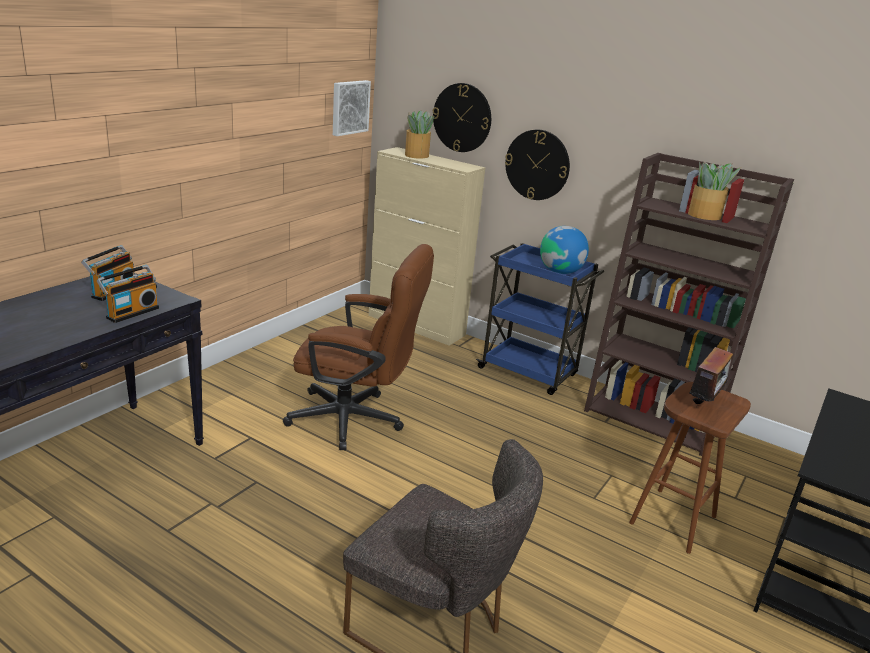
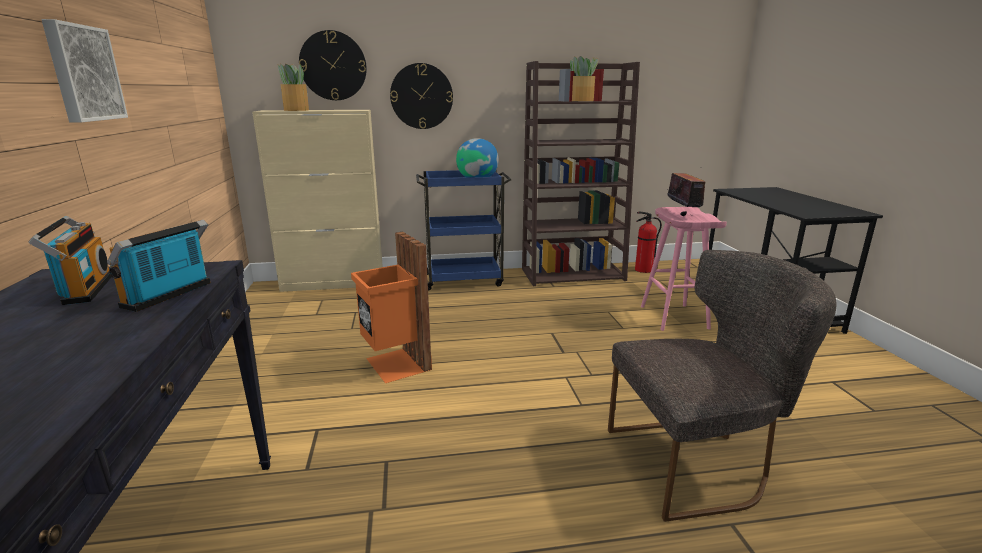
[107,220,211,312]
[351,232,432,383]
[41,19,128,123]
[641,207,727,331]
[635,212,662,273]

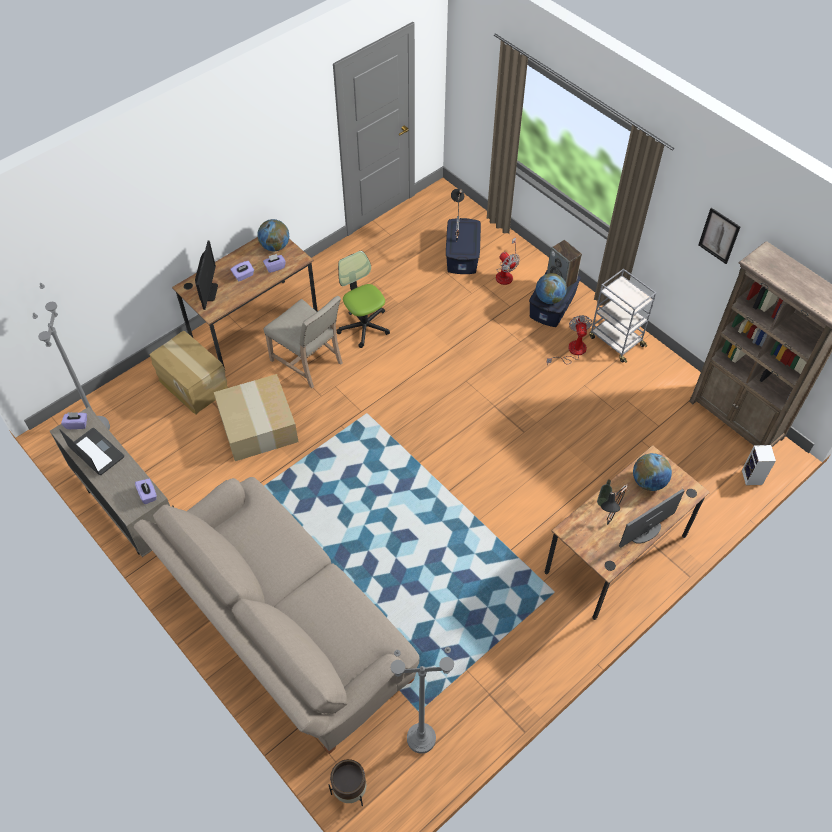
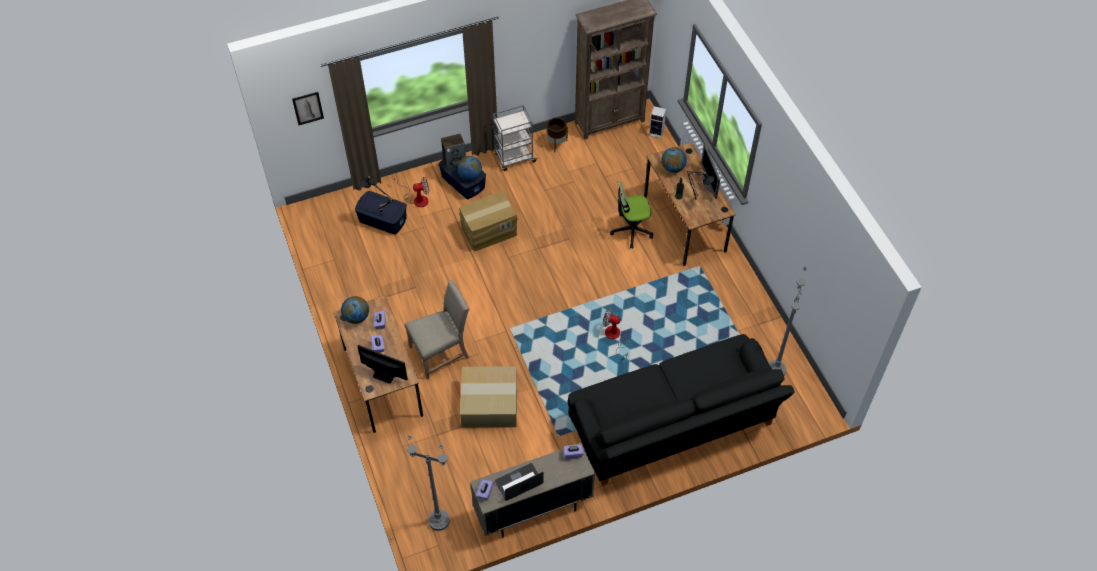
[568,334,795,486]
[459,191,517,252]
[547,117,568,145]
[610,181,653,248]
[603,308,628,360]
[292,92,324,125]

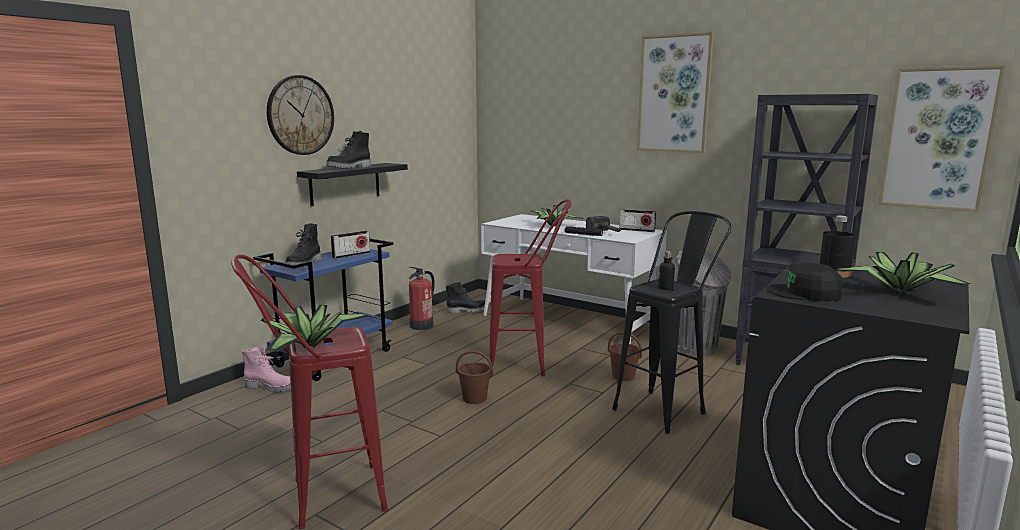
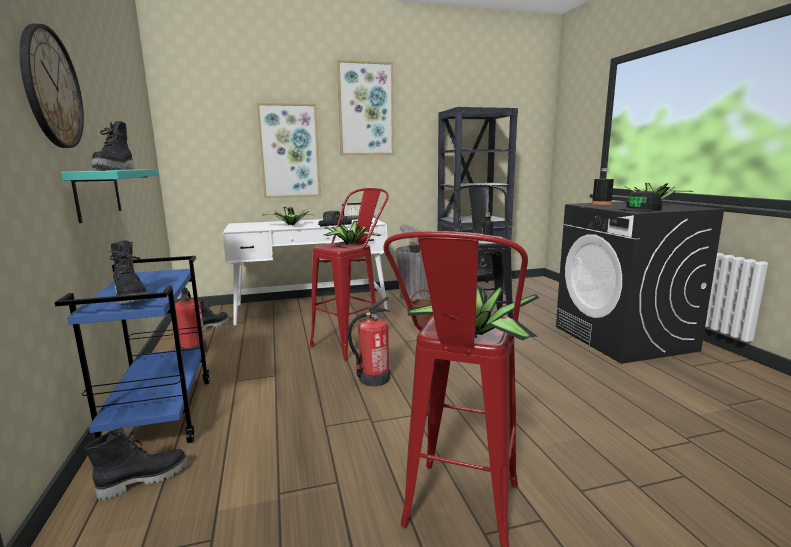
[85,427,189,501]
[61,169,159,223]
[331,231,370,259] (first image)
[348,296,390,387]
[257,103,321,198]
[324,221,381,244]

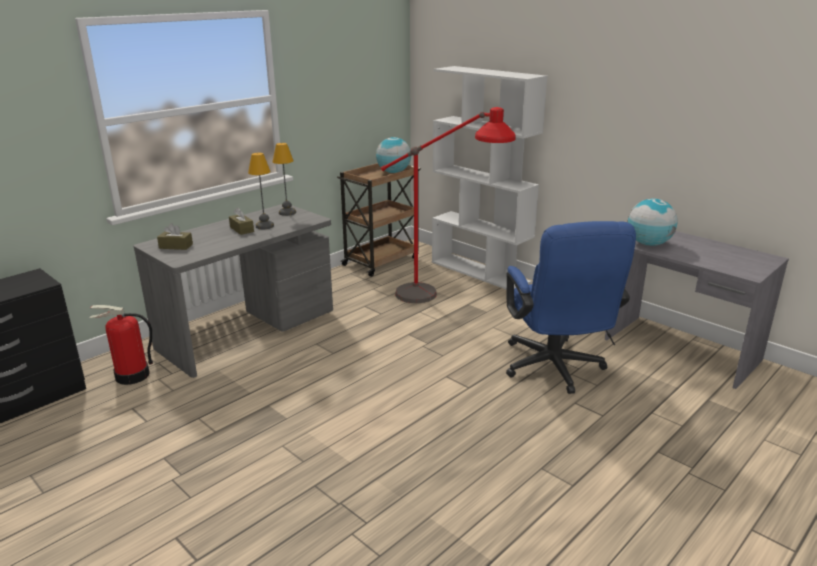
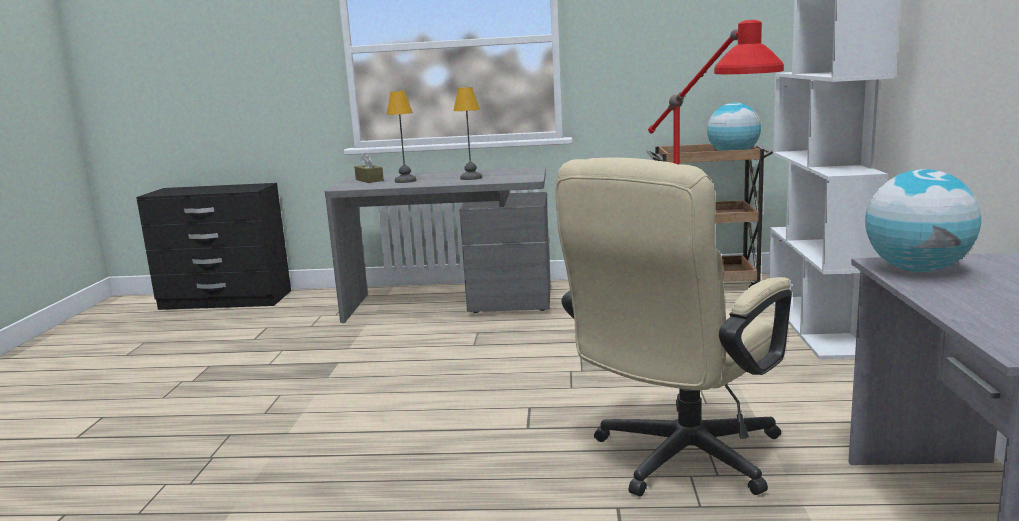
[89,305,153,385] (first image)
[229,208,254,235] (first image)
[386,91,417,183]
[555,157,792,496]

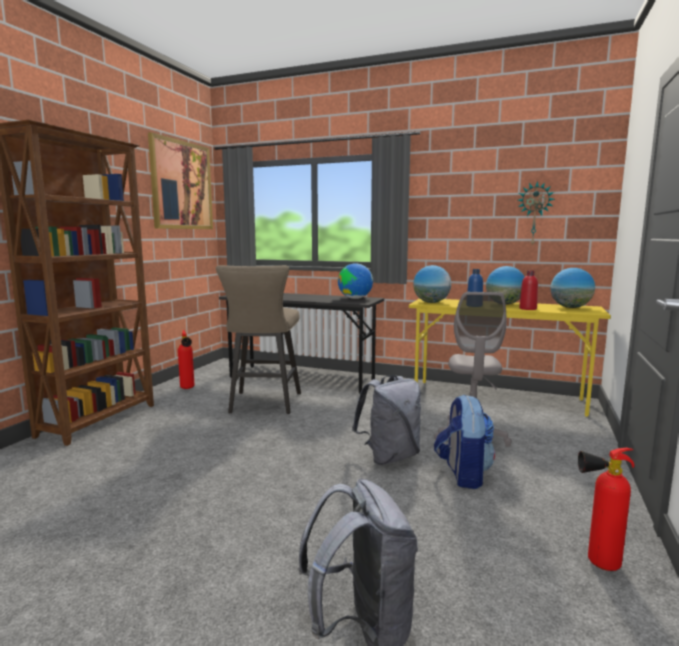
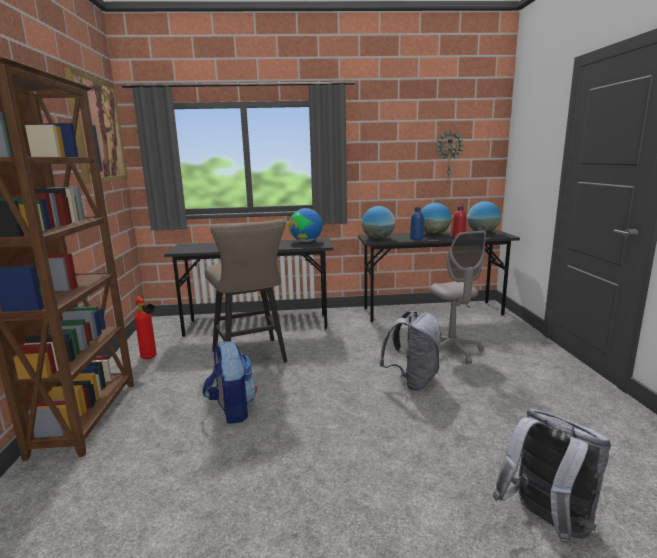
[358,230,520,322]
[202,341,257,424]
[578,448,634,571] (first image)

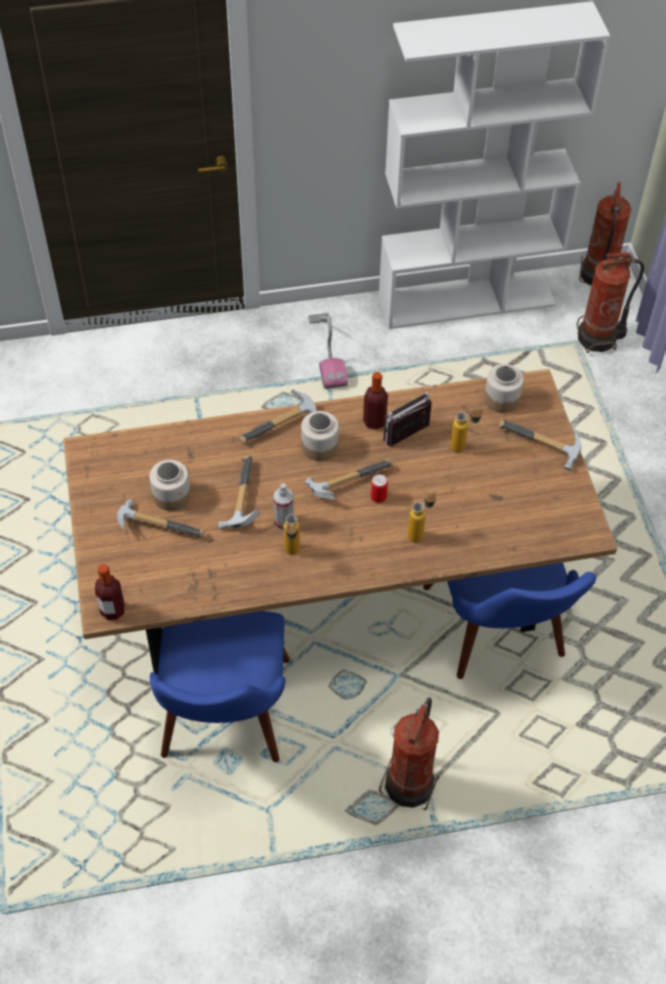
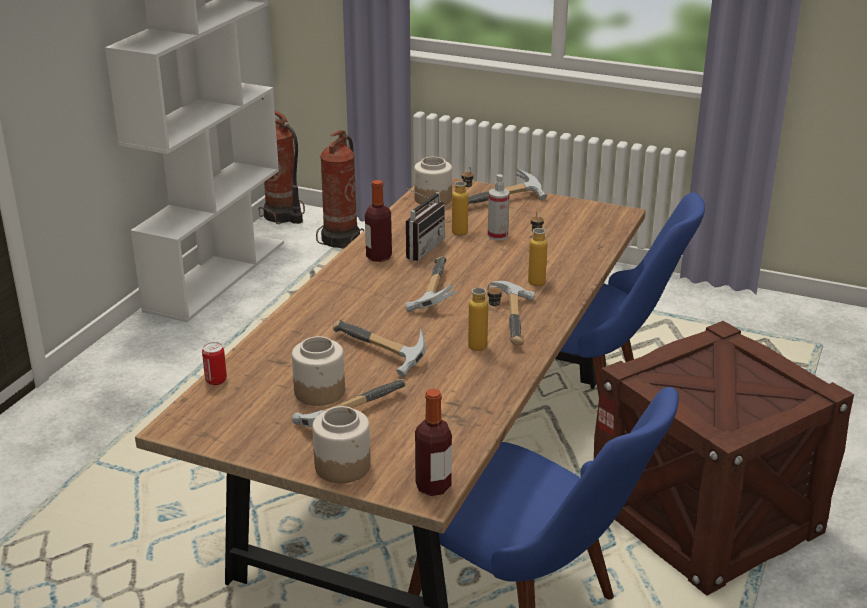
[488,281,535,345]
[488,174,510,240]
[312,406,371,483]
[308,313,348,389] (first image)
[202,342,227,385]
[594,321,854,596]
[402,186,445,261]

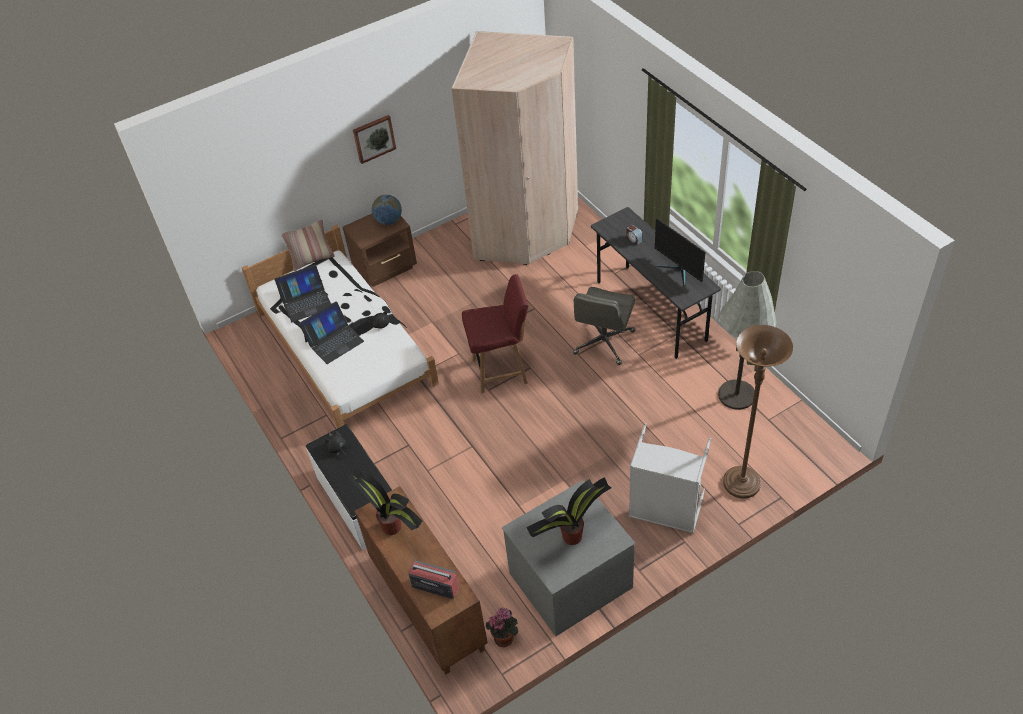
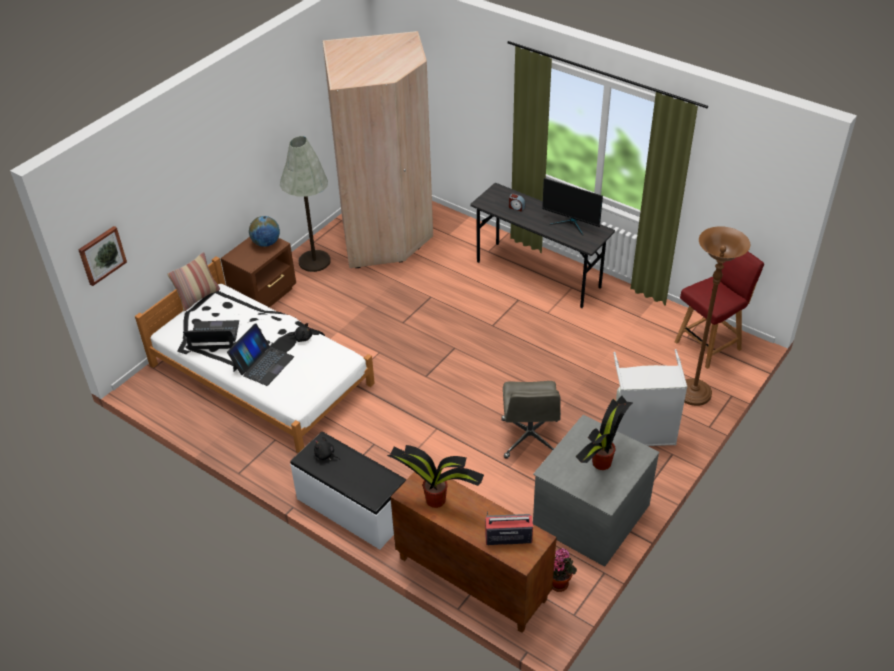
[183,320,239,350]
[78,226,127,286]
[675,252,764,369]
[501,381,561,459]
[280,136,331,272]

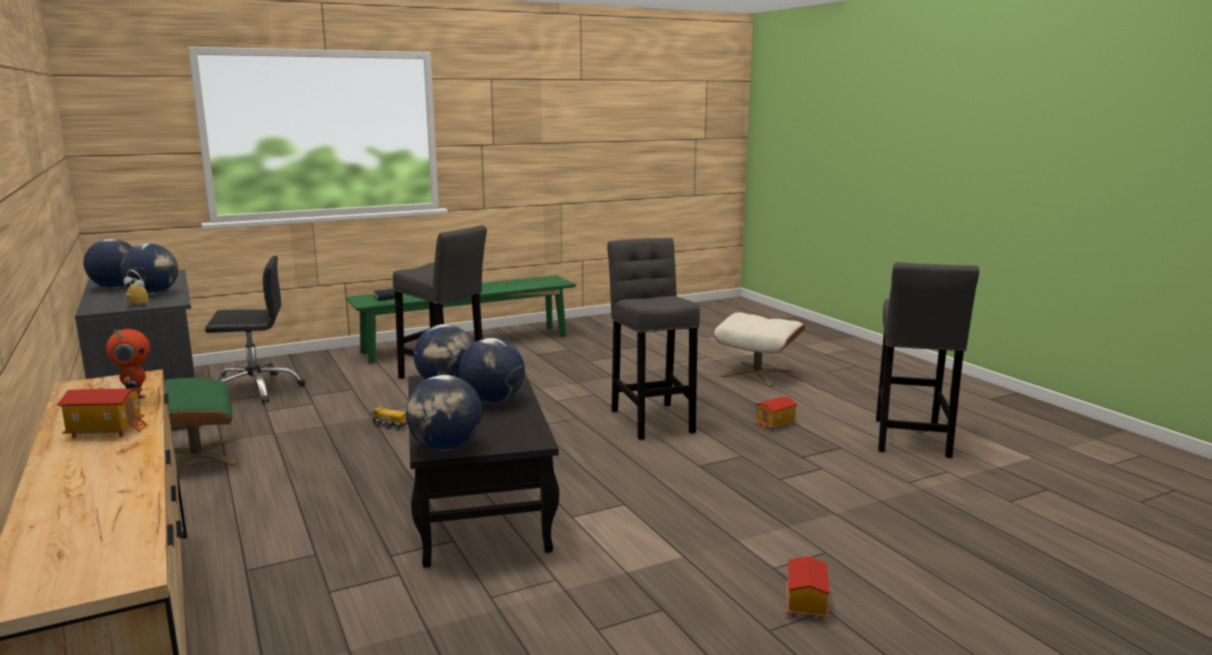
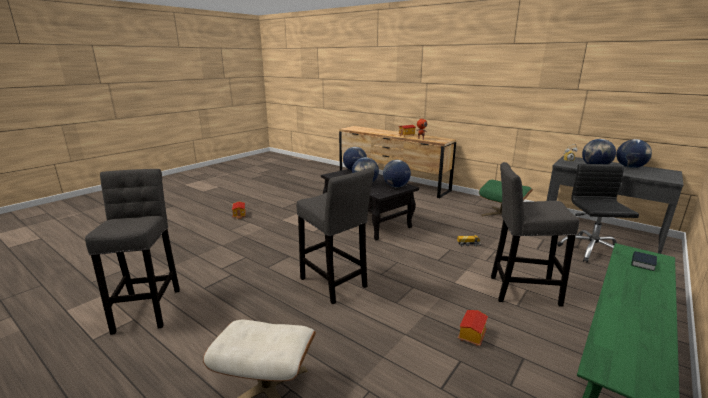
[557,164,639,263]
[458,310,488,346]

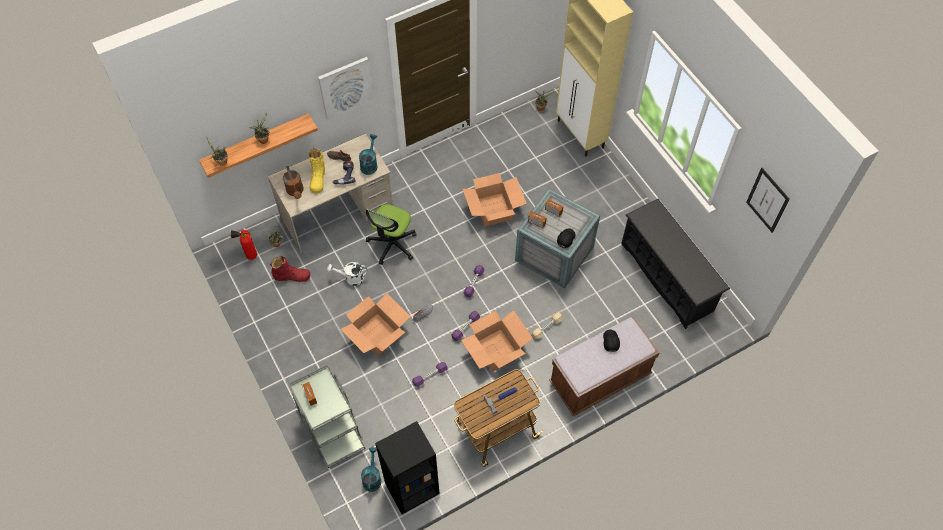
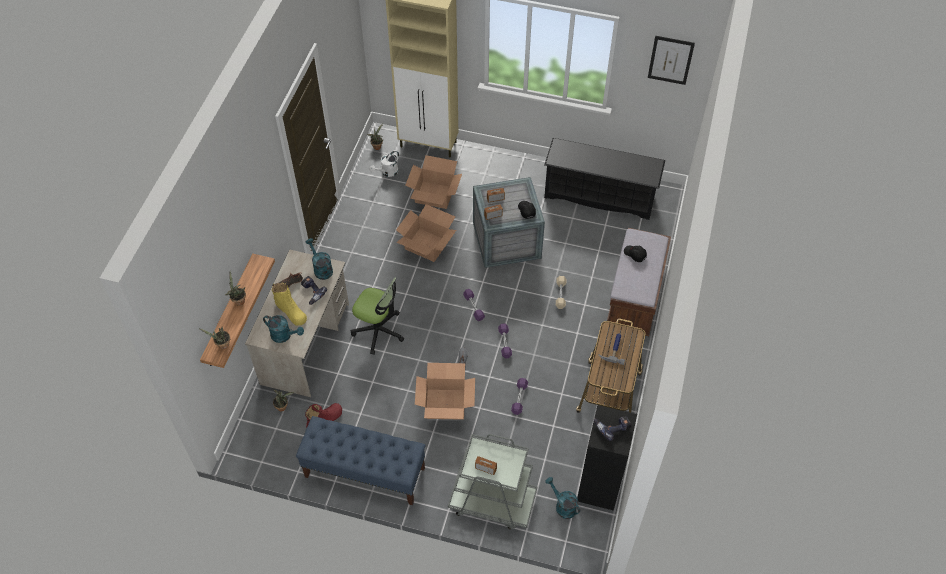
[231,230,257,260] (first image)
[263,315,304,343]
[318,57,374,120] (first image)
[370,150,399,177]
[351,278,404,355]
[406,155,462,209]
[296,416,425,505]
[594,416,632,441]

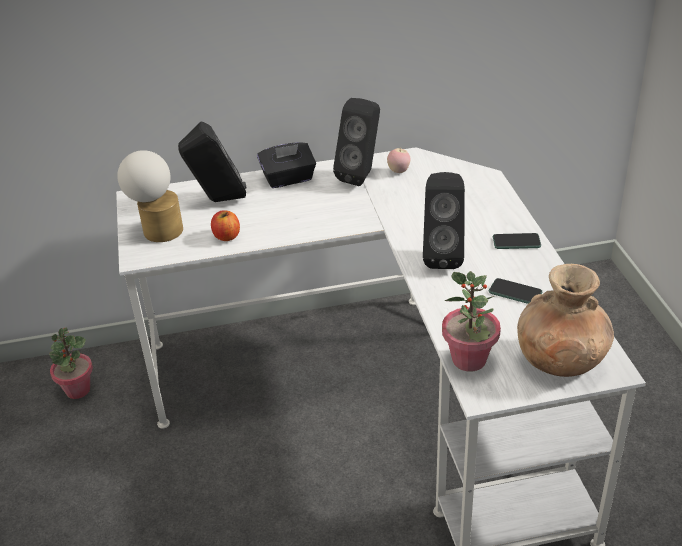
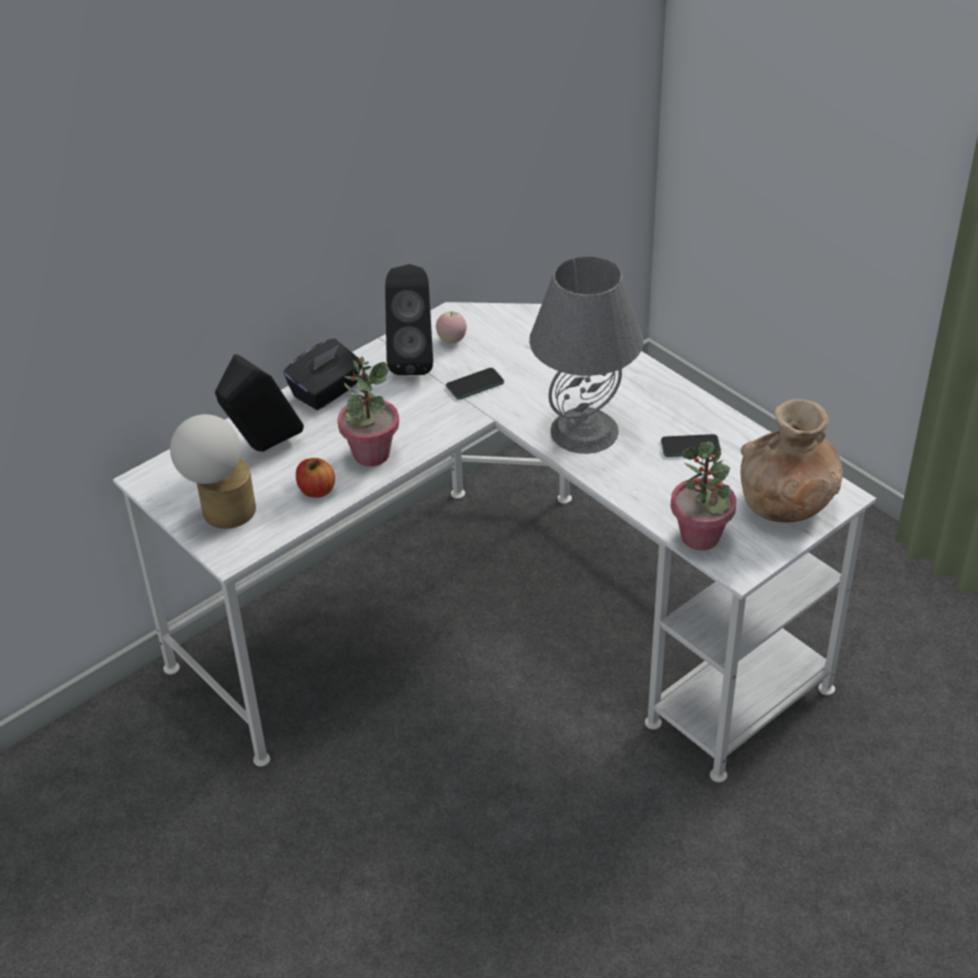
[337,356,399,466]
[529,256,643,454]
[446,368,504,400]

